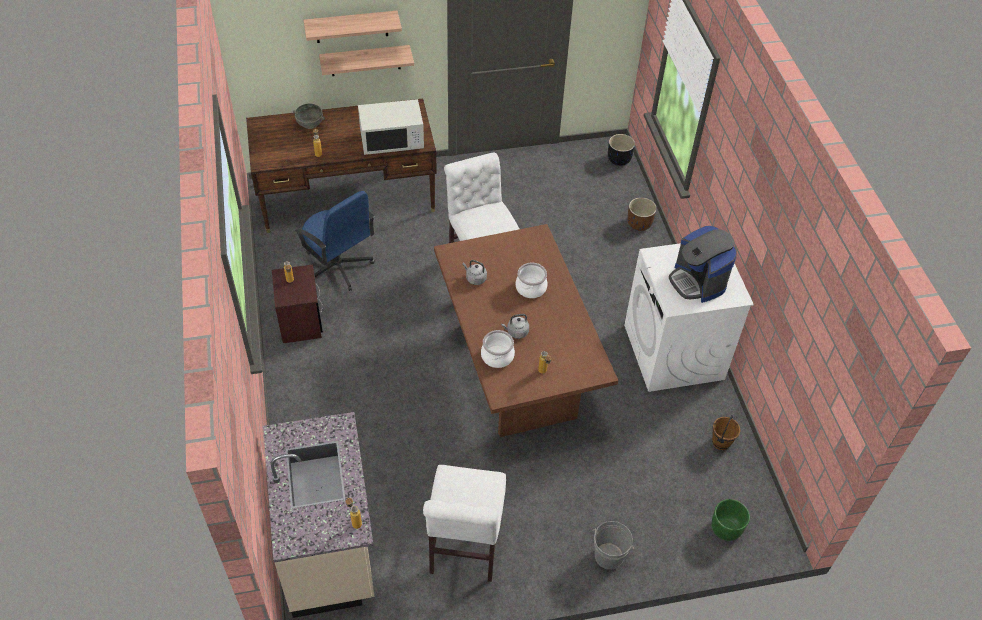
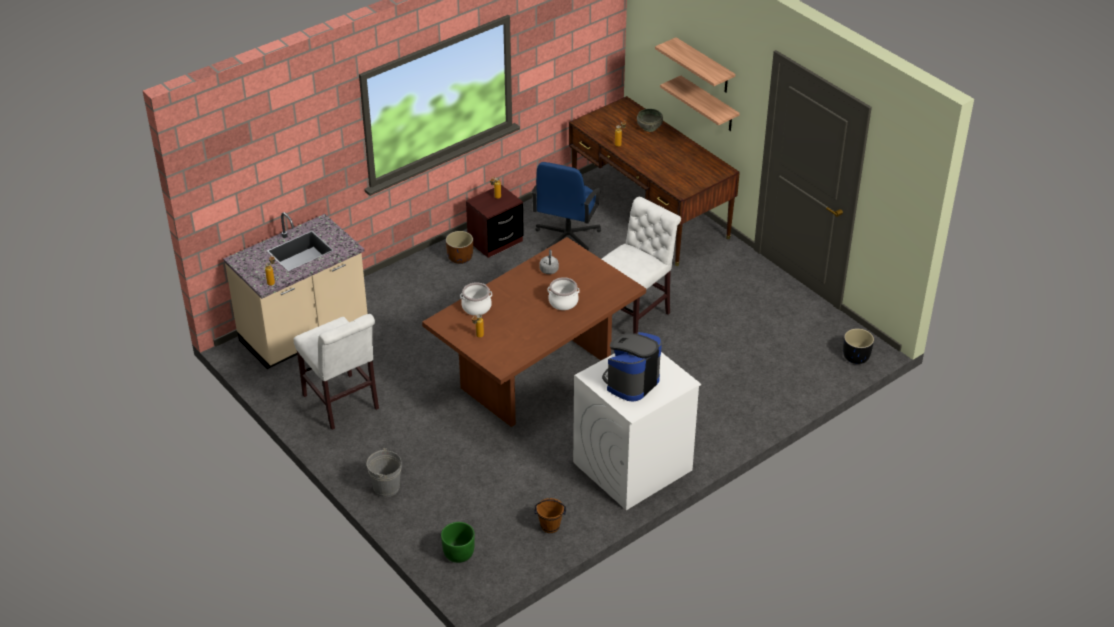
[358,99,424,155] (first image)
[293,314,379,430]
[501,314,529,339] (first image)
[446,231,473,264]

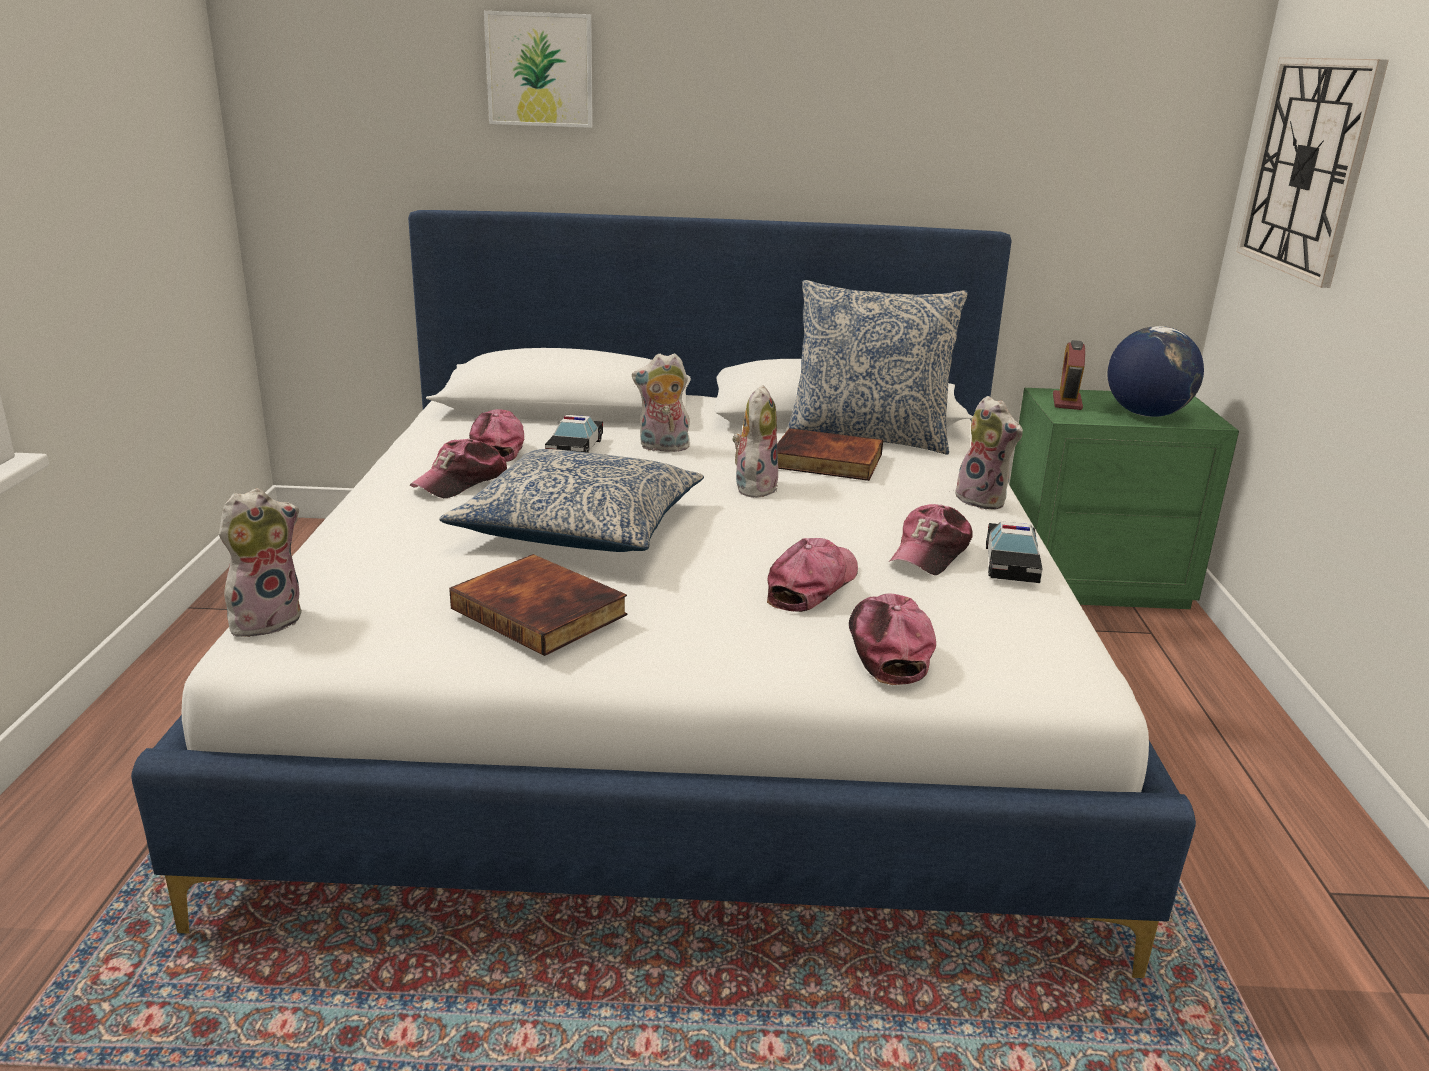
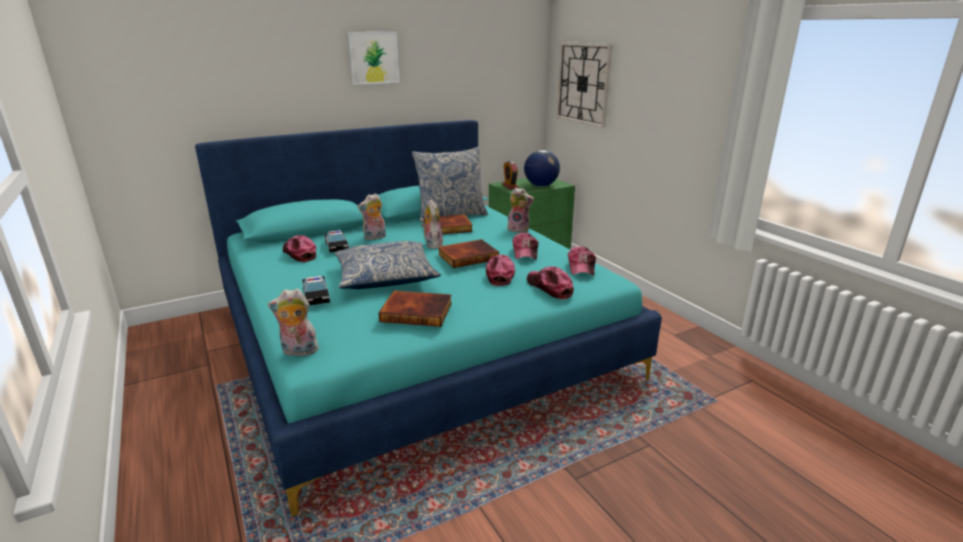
[195,120,662,516]
[268,288,319,356]
[568,246,596,276]
[348,32,399,85]
[302,276,330,306]
[438,239,499,268]

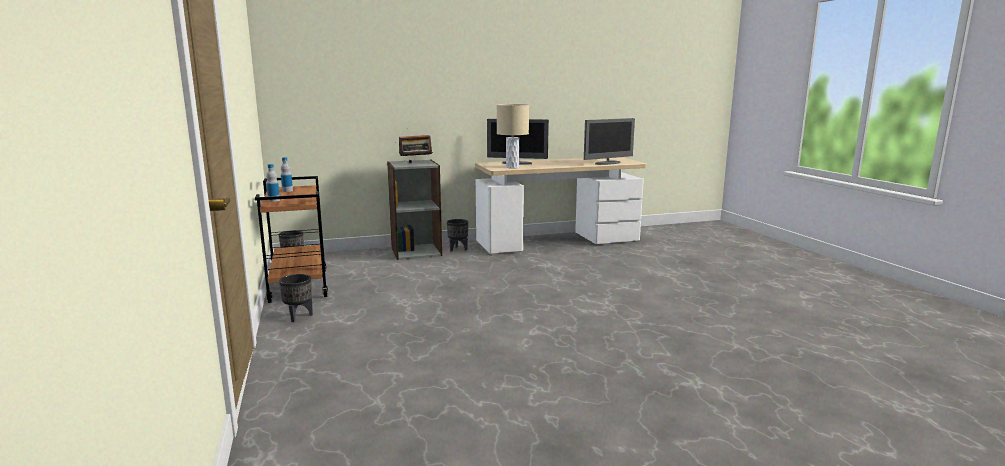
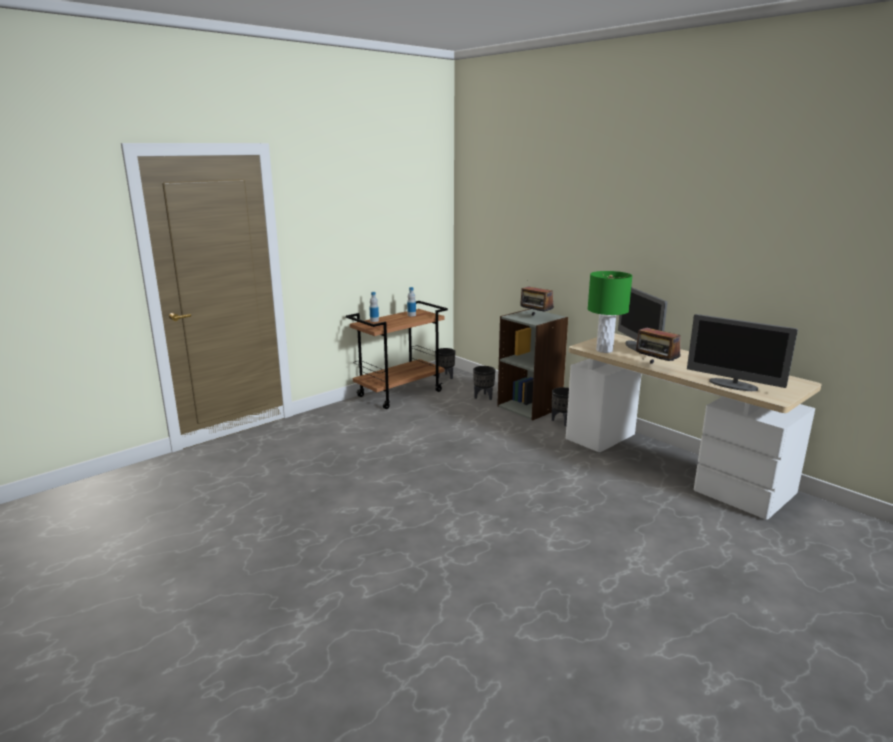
[473,366,496,400]
[588,271,632,353]
[636,328,681,364]

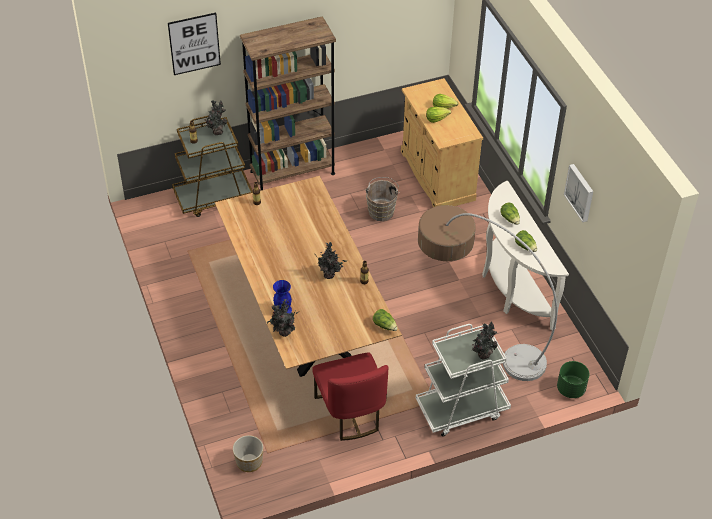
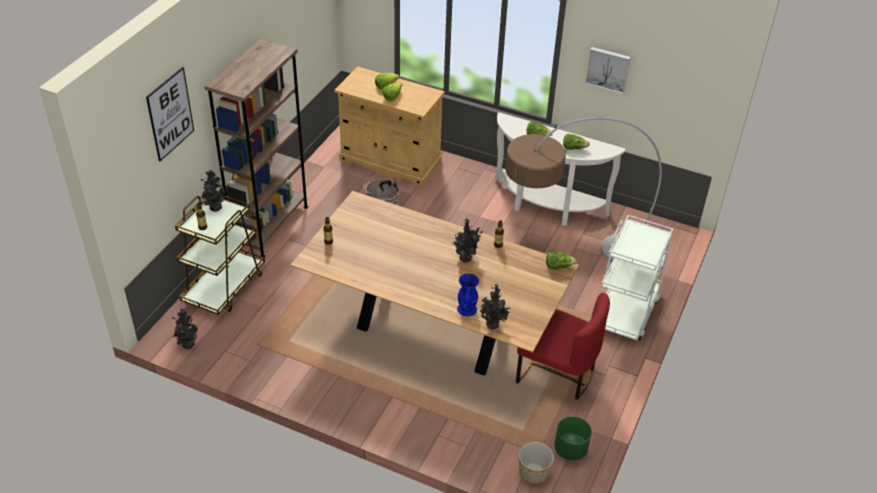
[172,309,198,349]
[554,416,592,461]

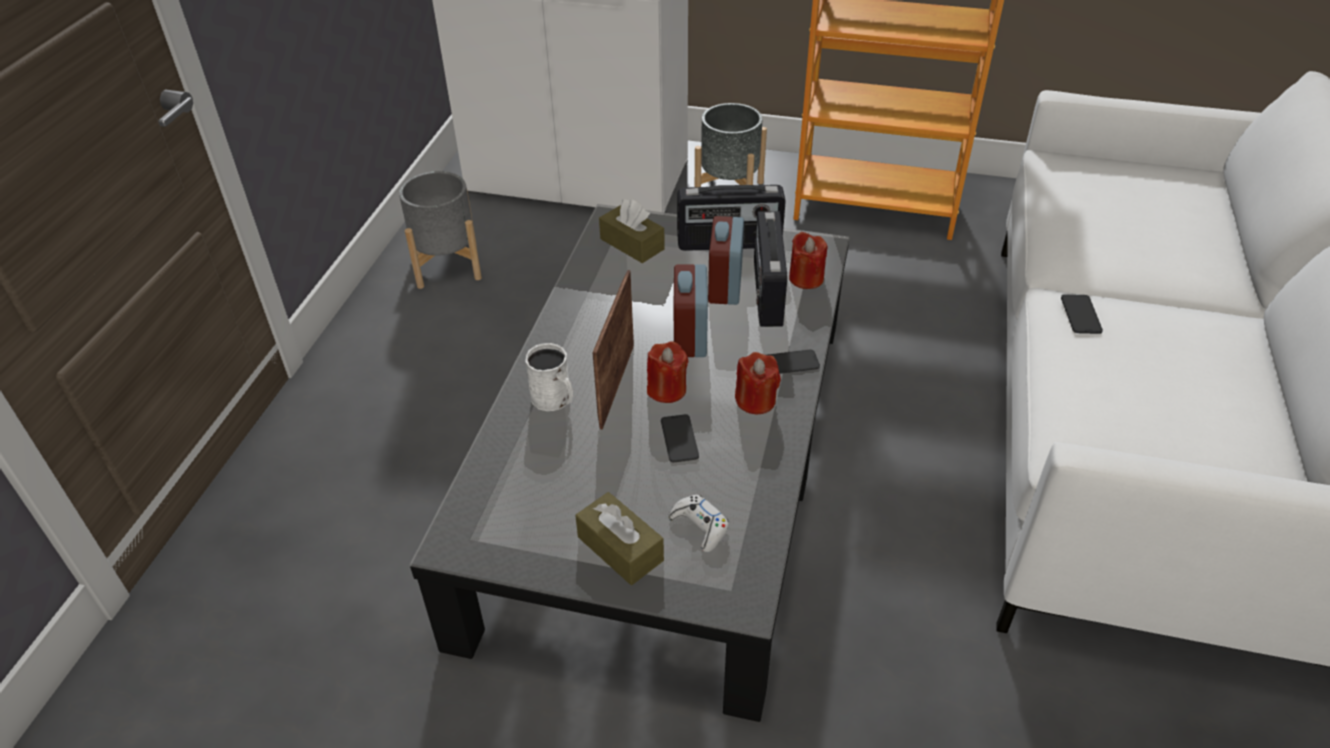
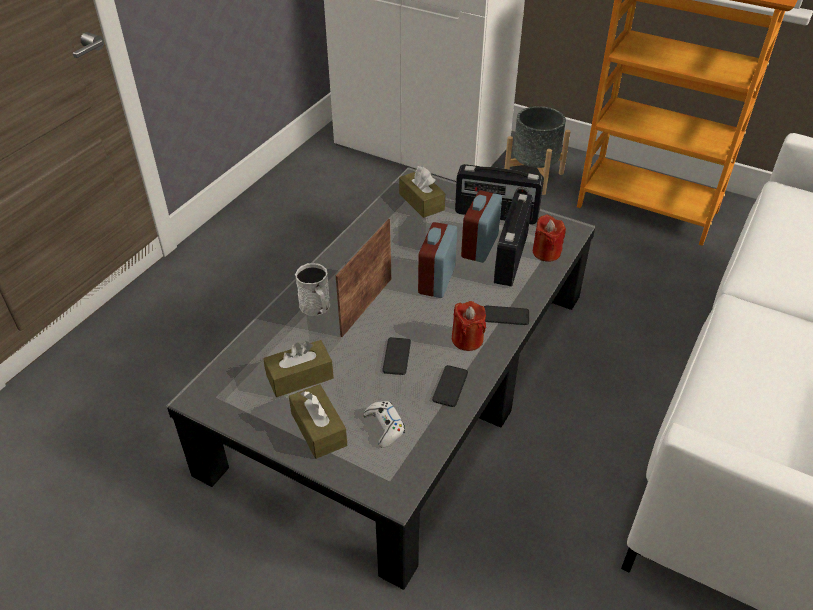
[399,171,482,289] (first image)
[647,341,689,403] (first image)
[432,365,468,407]
[263,340,334,397]

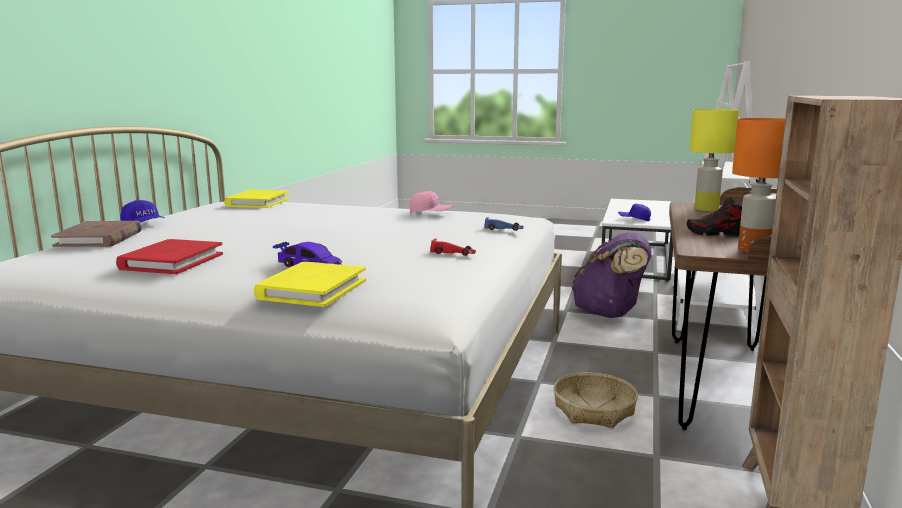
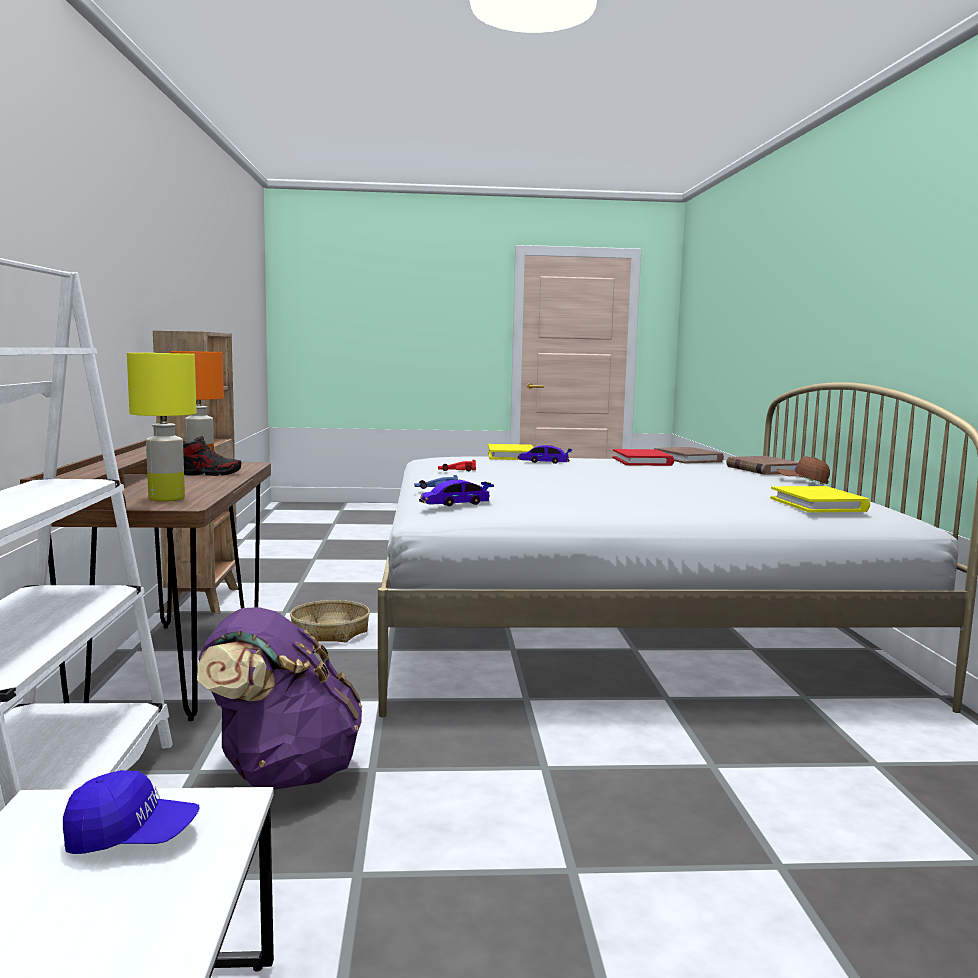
[777,456,830,484]
[410,191,454,214] (first image)
[419,480,494,506]
[654,447,724,464]

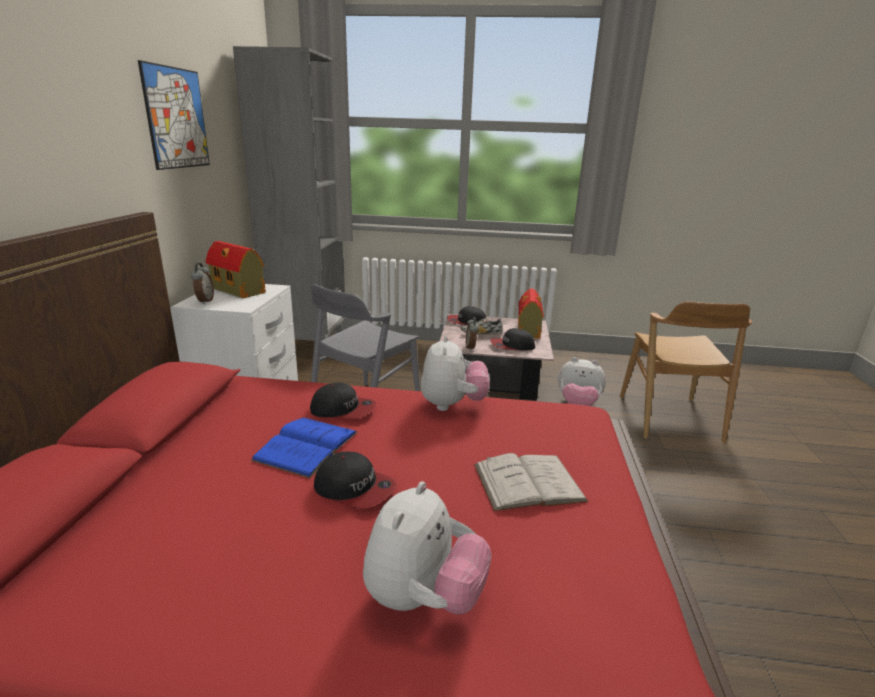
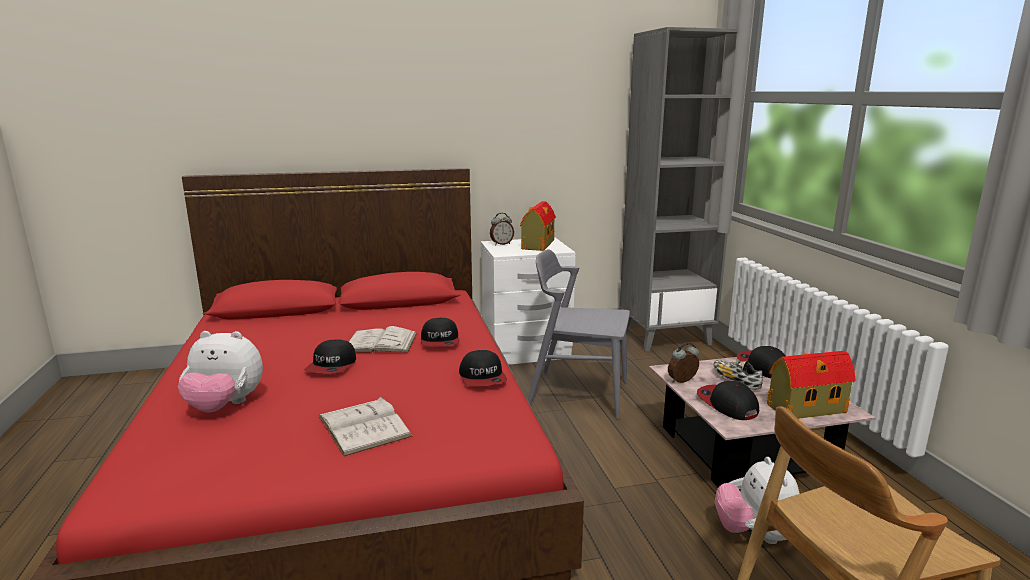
[138,60,210,170] (first image)
[349,326,417,353]
[459,350,507,386]

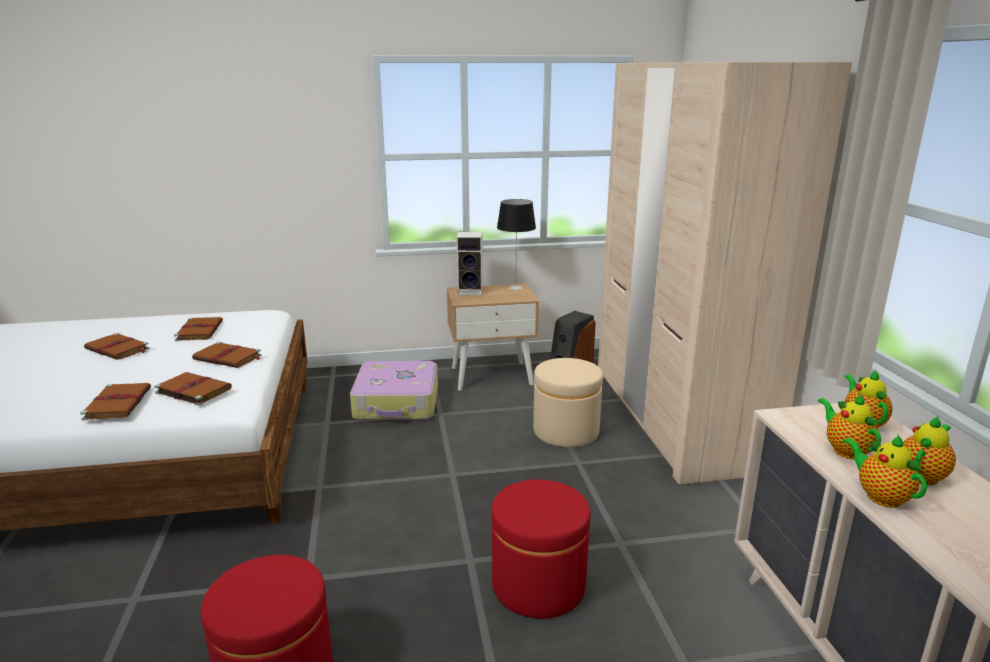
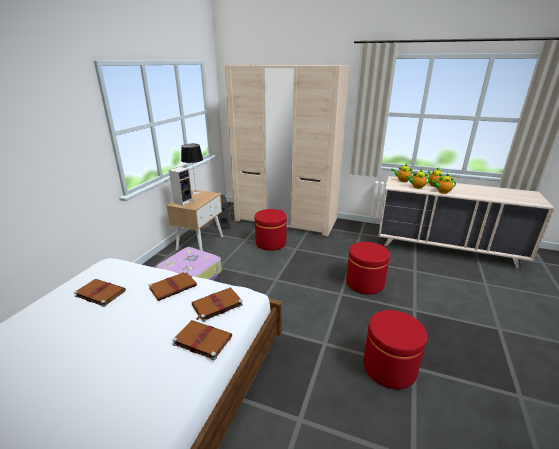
[84,333,150,360] (first image)
[255,209,287,251]

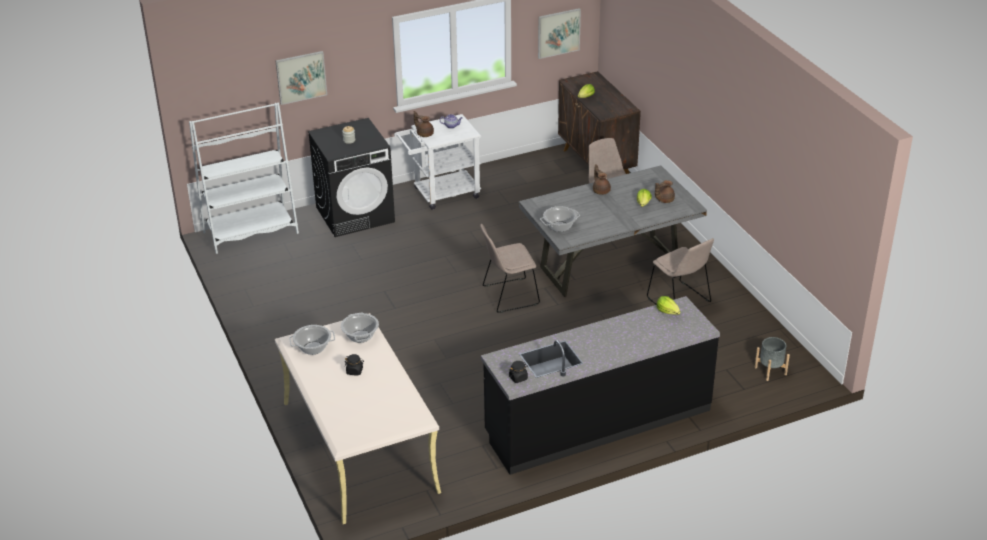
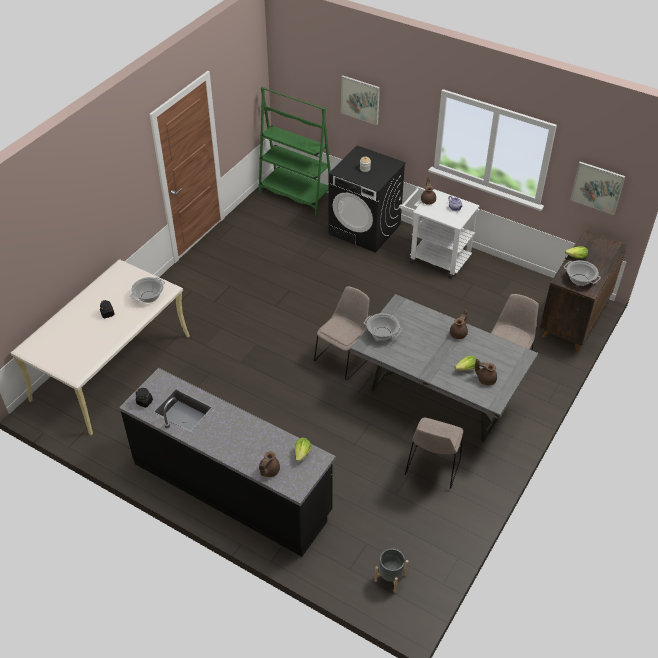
[258,87,331,215]
[564,260,601,286]
[314,286,370,380]
[259,451,280,477]

